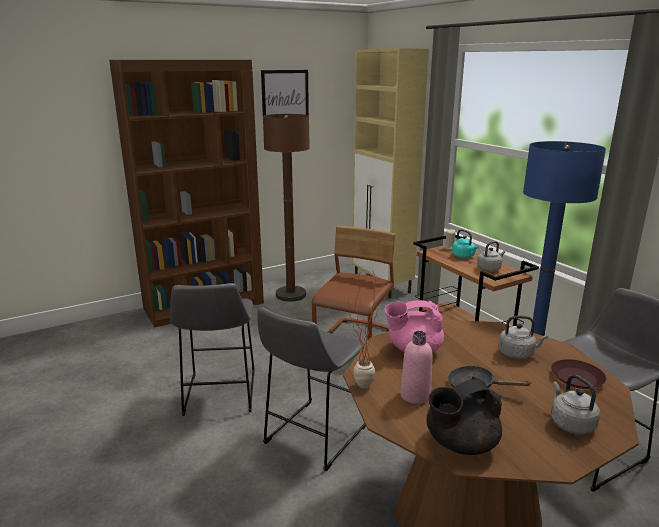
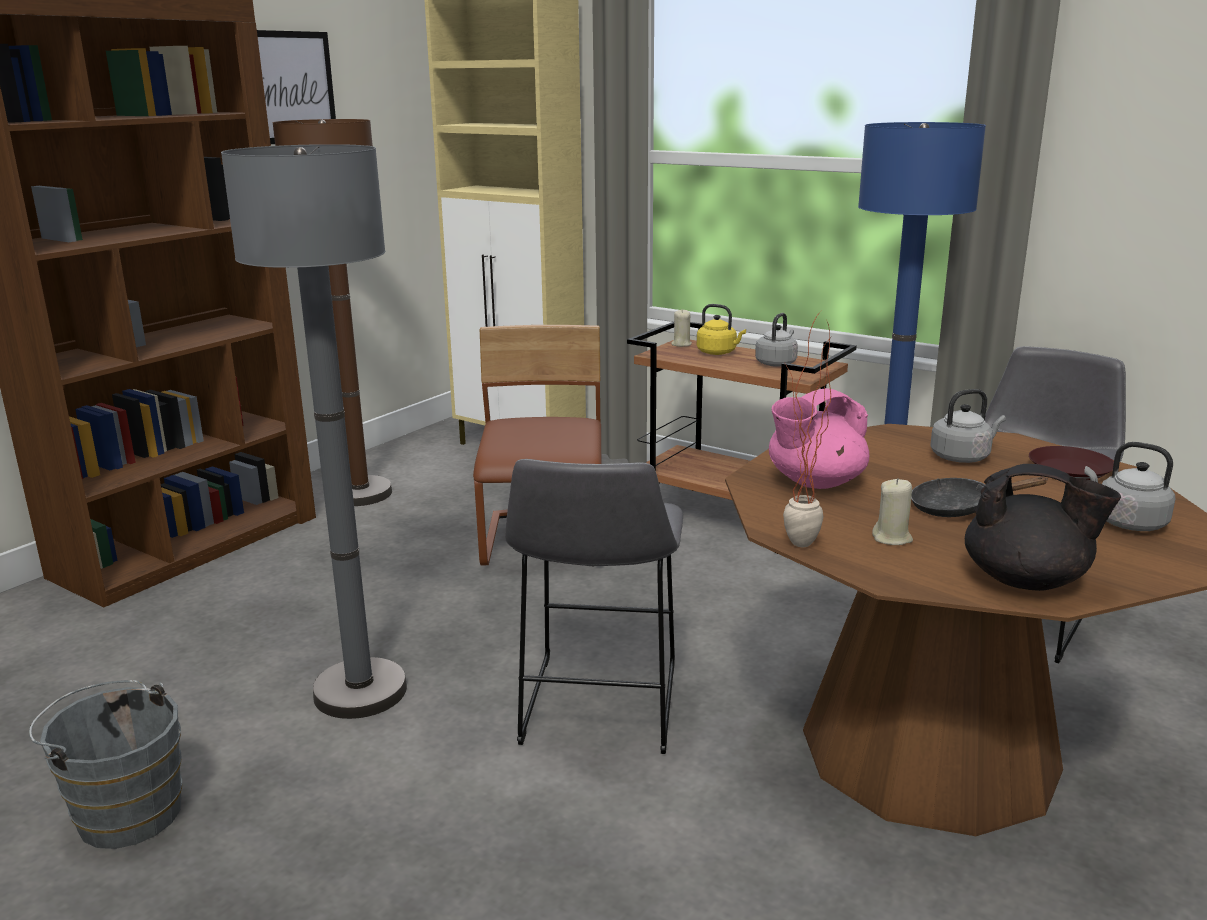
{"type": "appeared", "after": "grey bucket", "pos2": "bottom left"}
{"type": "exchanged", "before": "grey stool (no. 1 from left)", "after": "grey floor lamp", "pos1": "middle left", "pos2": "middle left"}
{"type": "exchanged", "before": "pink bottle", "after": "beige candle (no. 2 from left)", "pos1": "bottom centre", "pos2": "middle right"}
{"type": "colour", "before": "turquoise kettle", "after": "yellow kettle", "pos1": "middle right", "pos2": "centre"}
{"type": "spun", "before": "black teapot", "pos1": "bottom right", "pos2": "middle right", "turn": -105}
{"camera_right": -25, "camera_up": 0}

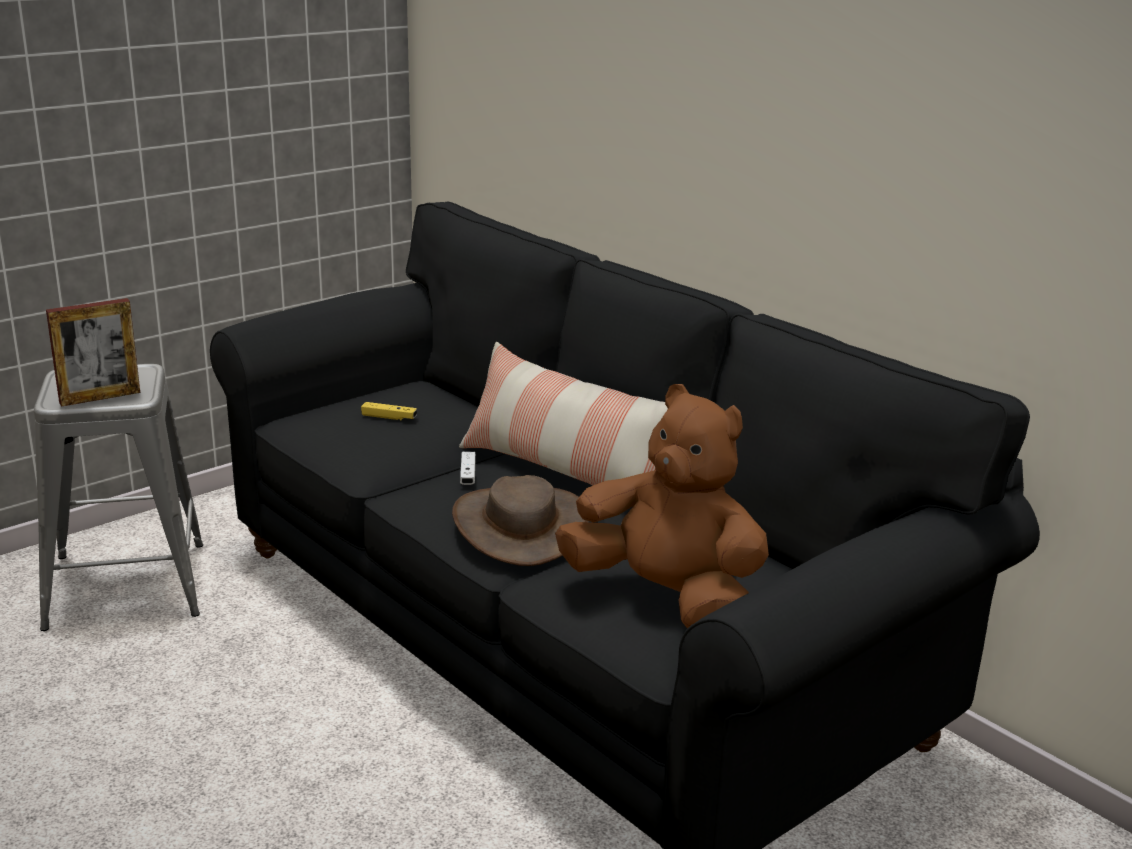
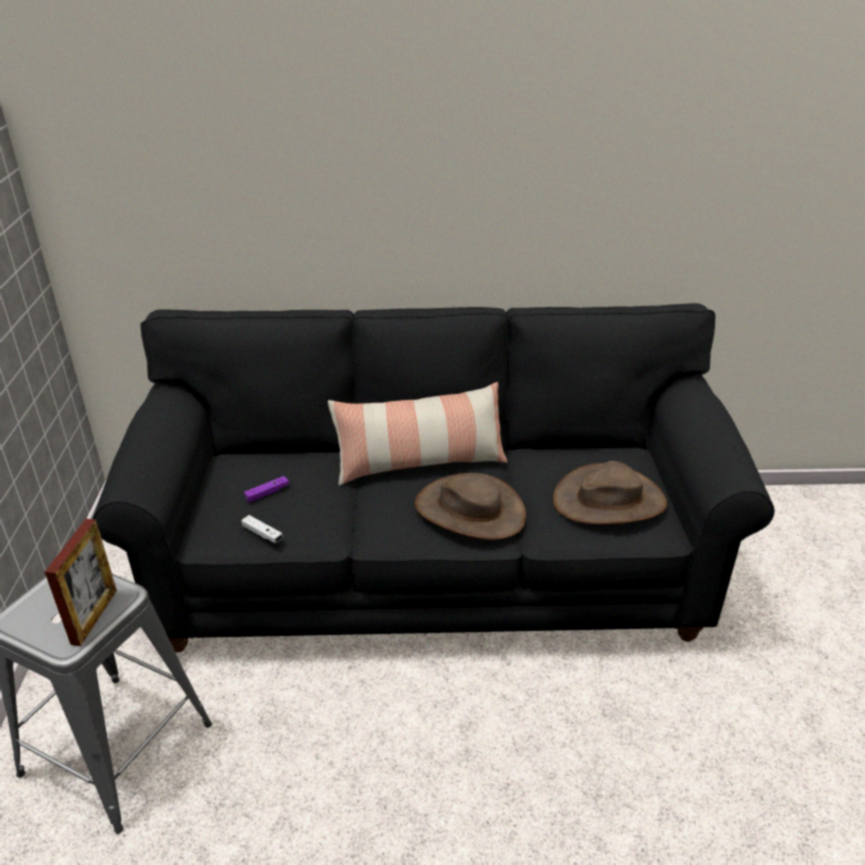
{"type": "relocated", "before": "white game controller", "pos1": "centre", "pos2": "middle left"}
{"type": "exchanged", "before": "brown plush toy", "after": "brown hat (no. 2 from left)", "pos1": "centre", "pos2": "middle right"}
{"type": "colour", "before": "yellow game controller", "after": "purple game controller", "pos1": "centre", "pos2": "middle left"}
{"camera_right": -50, "camera_up": 10}

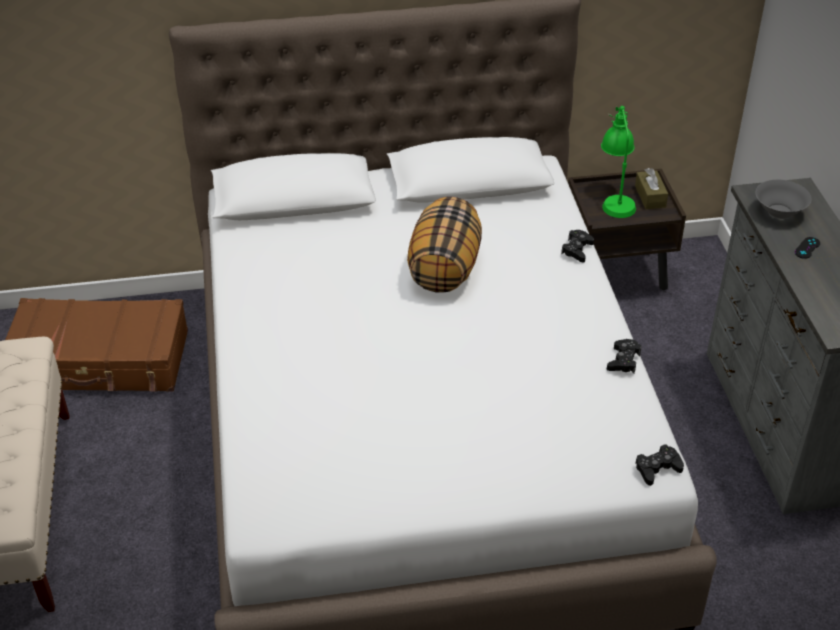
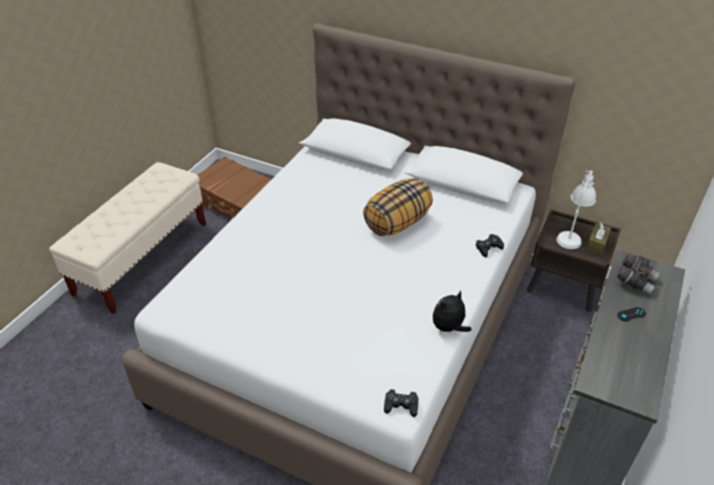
{"type": "exchanged", "before": "black game controller (no. 2 from left)", "after": "plush toy", "pos1": "middle right", "pos2": "centre"}
{"type": "exchanged", "before": "grey bowl", "after": "grey binoculars", "pos1": "top right", "pos2": "middle right"}
{"type": "colour", "before": "green table lamp", "after": "white table lamp", "pos1": "top right", "pos2": "middle right"}
{"camera_right": 35, "camera_up": 0}

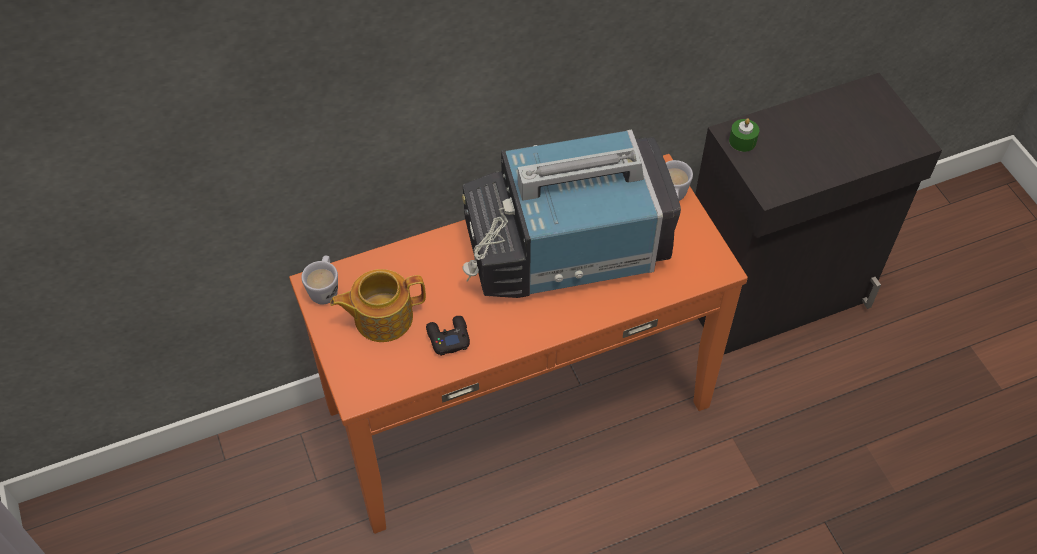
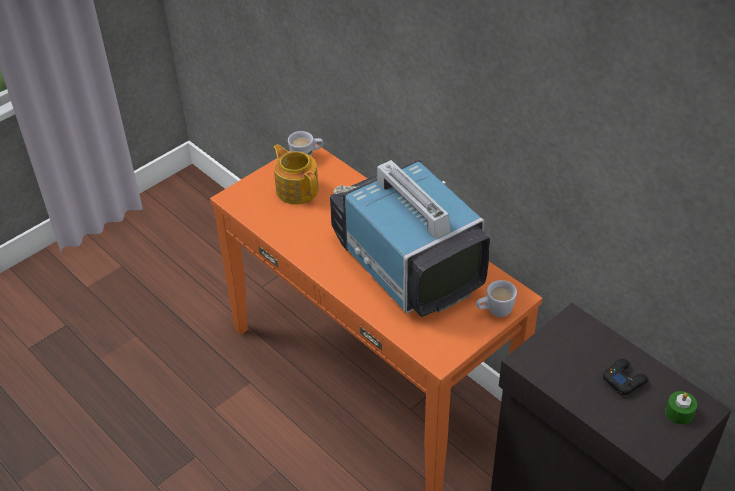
{"type": "relocated", "before": "black game controller", "pos1": "centre", "pos2": "bottom right"}
{"type": "relocated", "before": "green candle", "pos1": "top right", "pos2": "bottom right"}
{"camera_right": 70, "camera_up": -10}

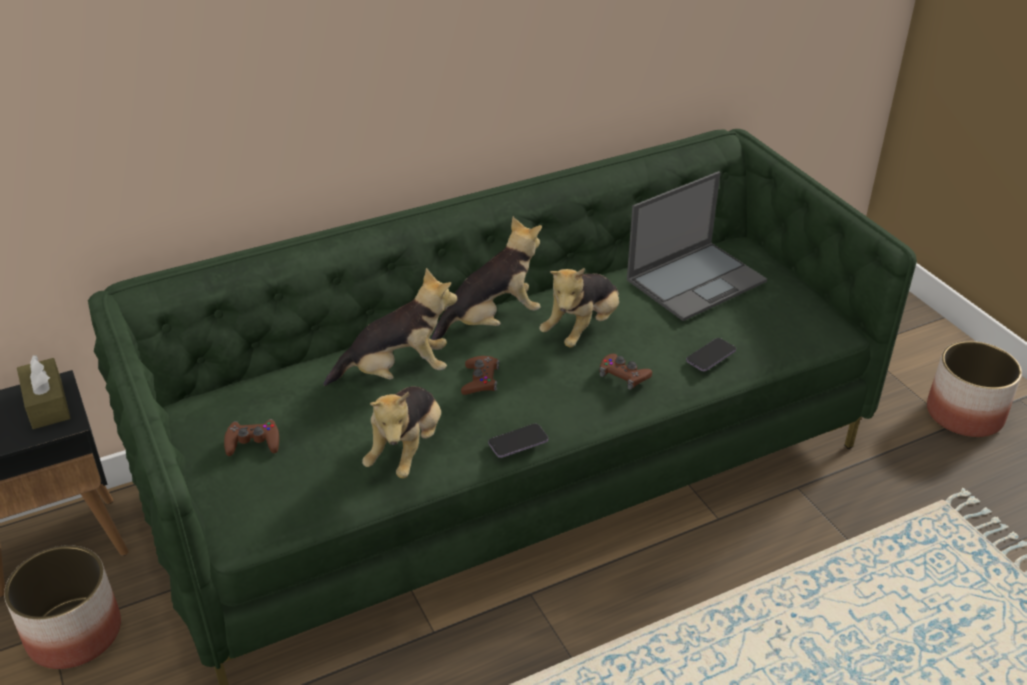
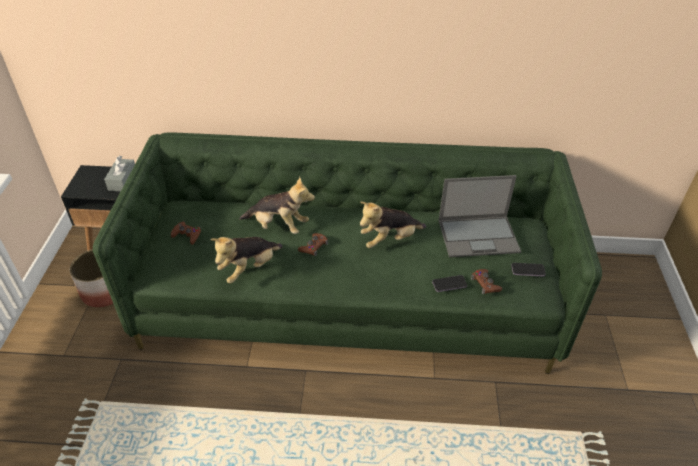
{"type": "missing", "before": "plush toy (no. 3 from left)", "pos1": "centre"}
{"type": "missing", "before": "planter (no. 2 from left)", "pos1": "middle right"}
{"type": "relocated", "before": "phone (no. 1 from left in the first image)", "after": "phone (no. 2 from left)", "pos1": "centre", "pos2": "middle right"}
{"type": "relocated", "before": "brown game controller (no. 3 from left)", "pos1": "centre", "pos2": "middle right"}
{"type": "colour", "before": "brown tissue box", "after": "grey tissue box", "pos1": "middle left", "pos2": "middle left"}
{"camera_right": 30, "camera_up": 5}

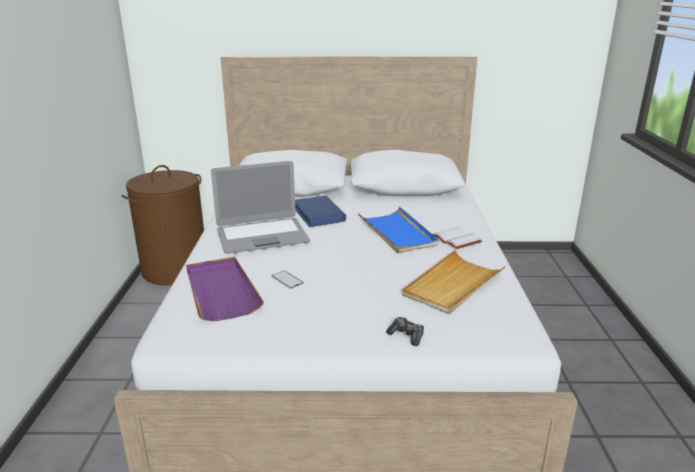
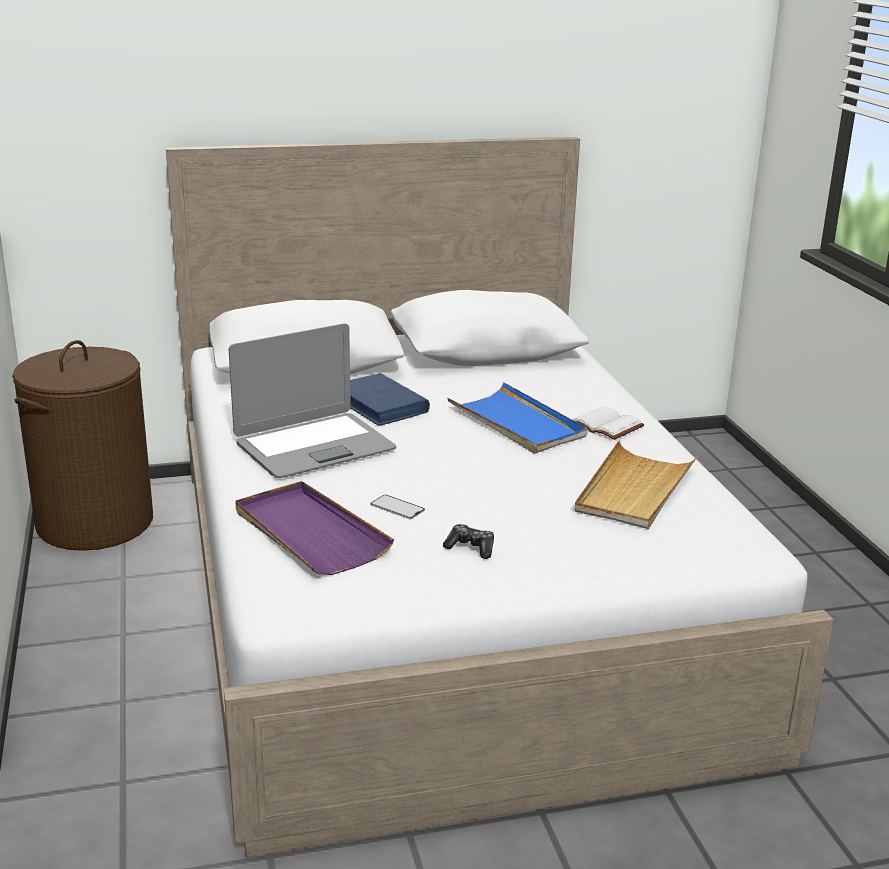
{"type": "relocated", "before": "game controller", "pos1": "bottom centre", "pos2": "centre"}
{"camera_right": -15, "camera_up": 0}

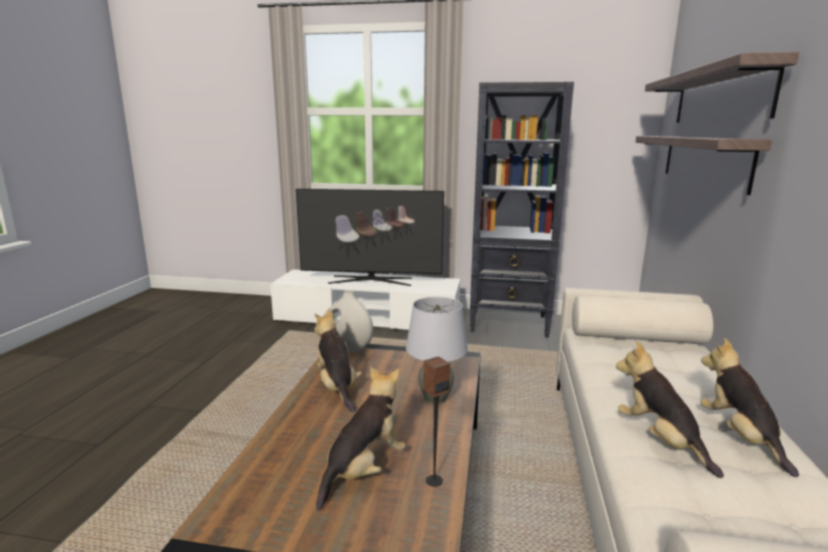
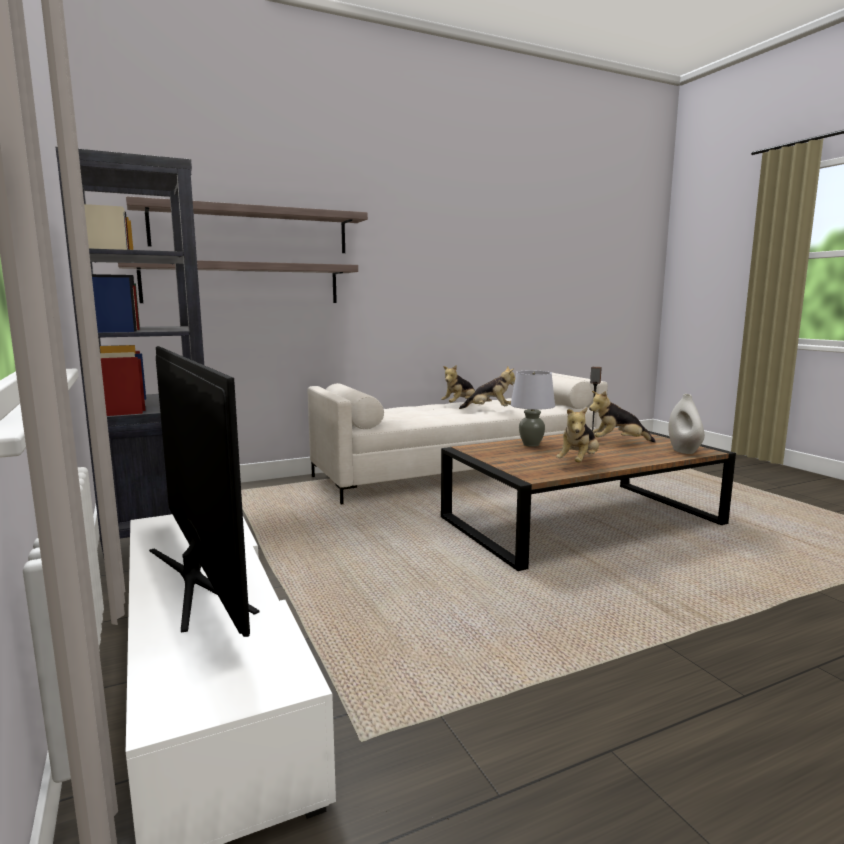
{"type": "relocated", "before": "white vase", "pos1": "centre", "pos2": "middle right"}
{"type": "spun", "before": "plush toy (no. 3 from left in the first image)", "pos1": "bottom right", "pos2": "centre", "turn": -105}
{"camera_right": -125, "camera_up": -5}

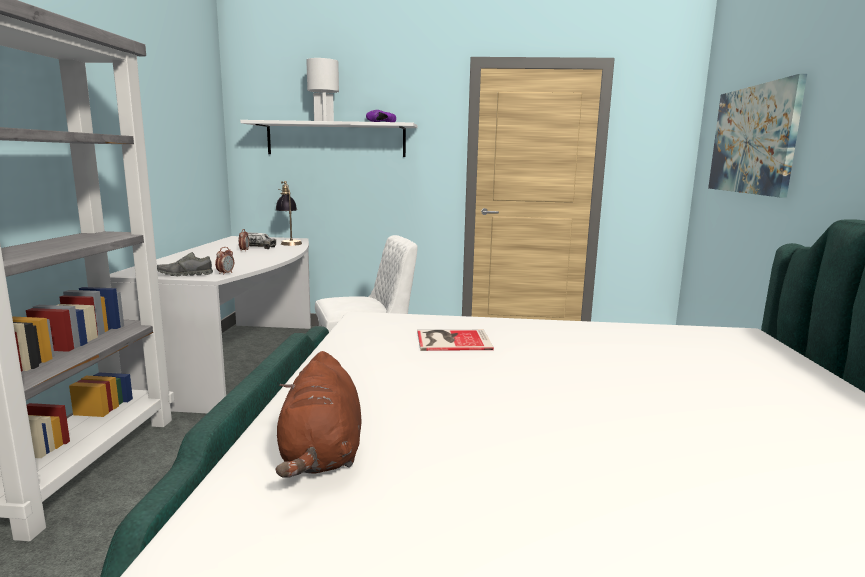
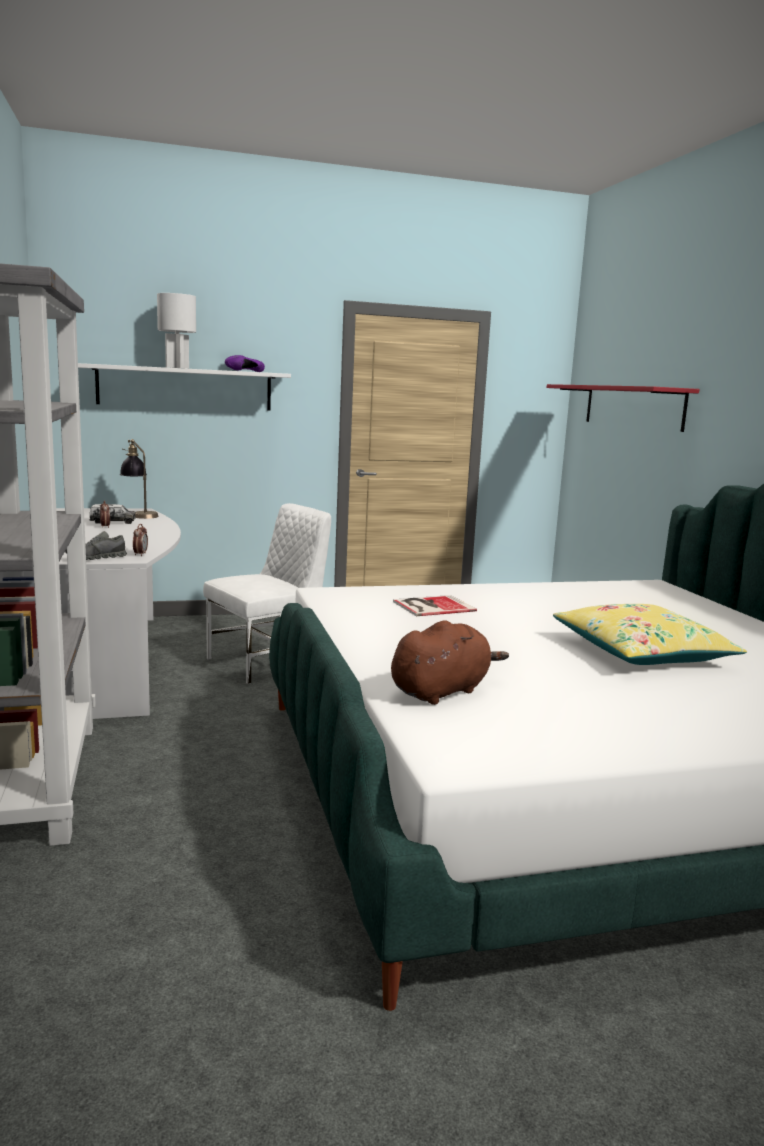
{"type": "appeared", "after": "yellow pillow", "pos2": "middle right"}
{"type": "exchanged", "before": "picture", "after": "red shelf", "pos1": "top right", "pos2": "middle right"}
{"type": "spun", "before": "brown plush toy", "pos1": "bottom centre", "pos2": "centre", "turn": -105}
{"camera_right": -20, "camera_up": 0}

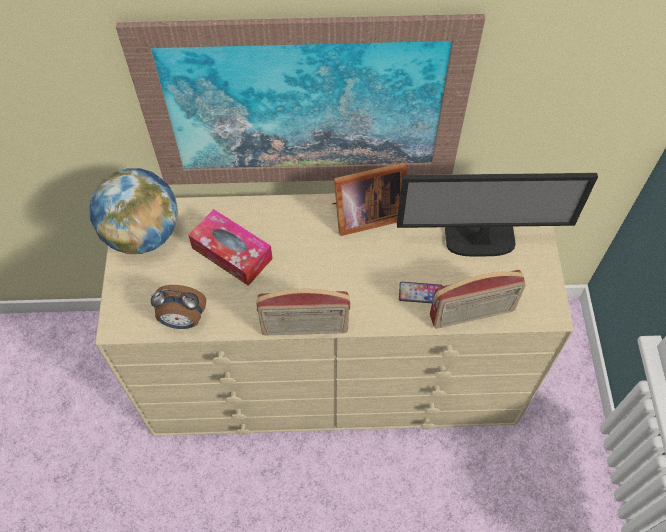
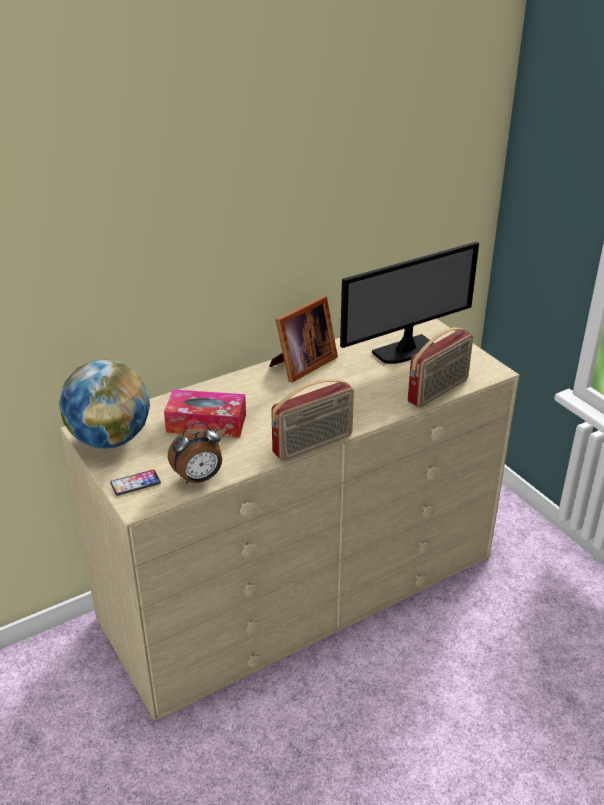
{"type": "missing", "before": "picture", "pos1": "top centre"}
{"type": "relocated", "before": "phone", "pos1": "centre", "pos2": "middle left"}
{"camera_right": -30, "camera_up": -25}

